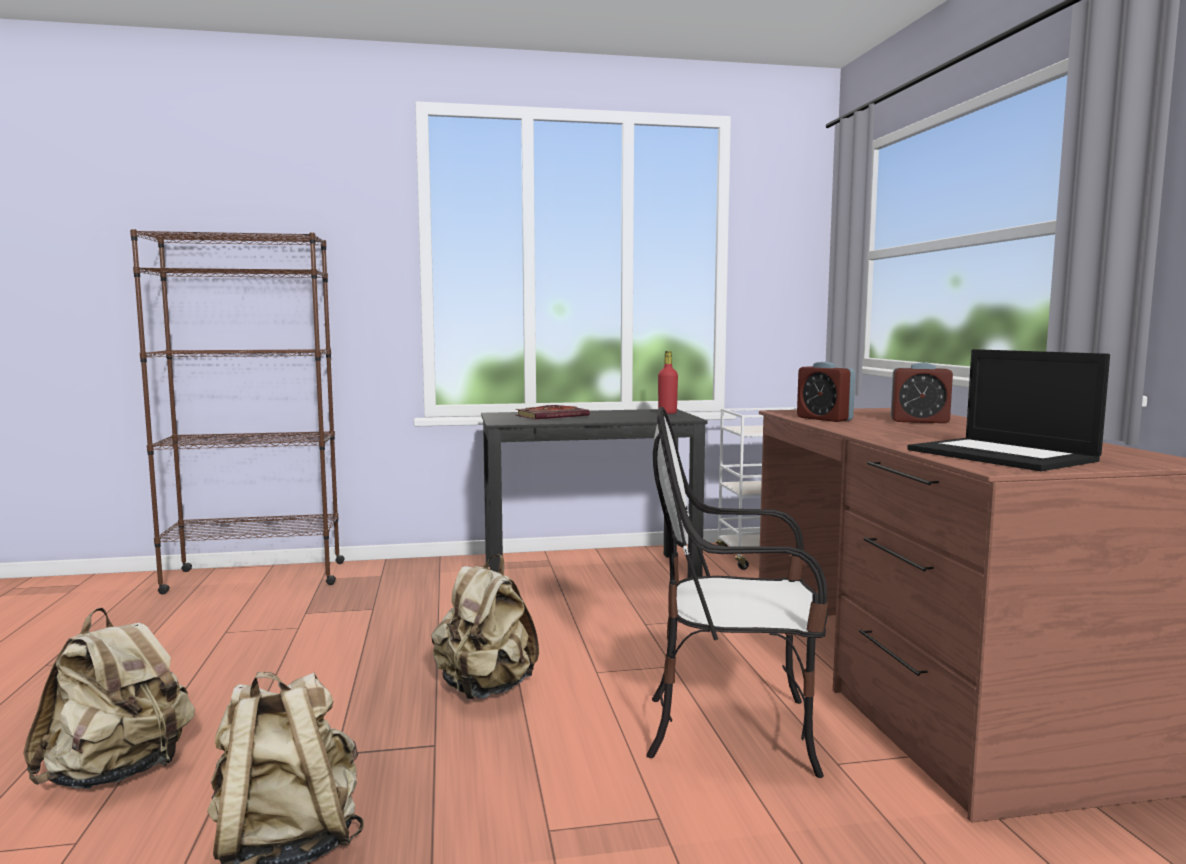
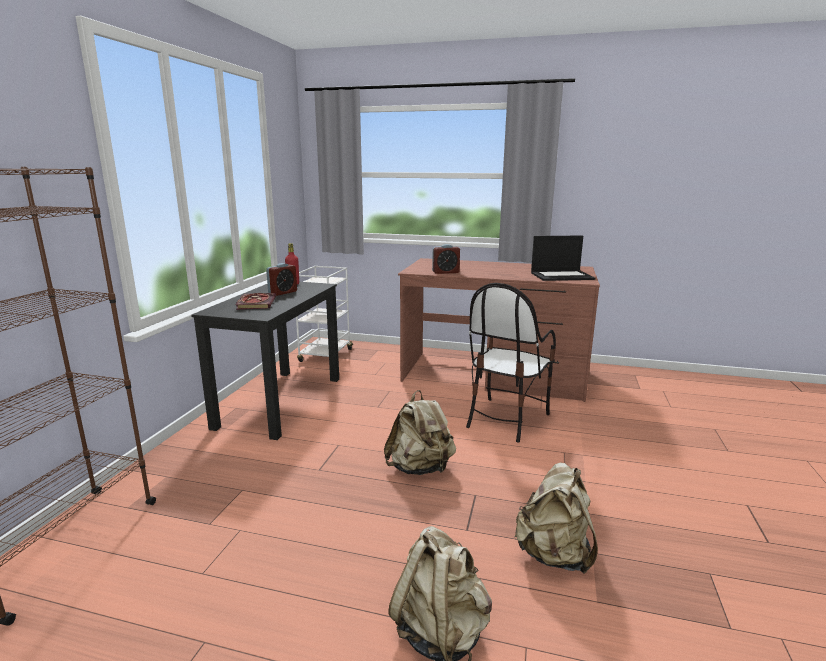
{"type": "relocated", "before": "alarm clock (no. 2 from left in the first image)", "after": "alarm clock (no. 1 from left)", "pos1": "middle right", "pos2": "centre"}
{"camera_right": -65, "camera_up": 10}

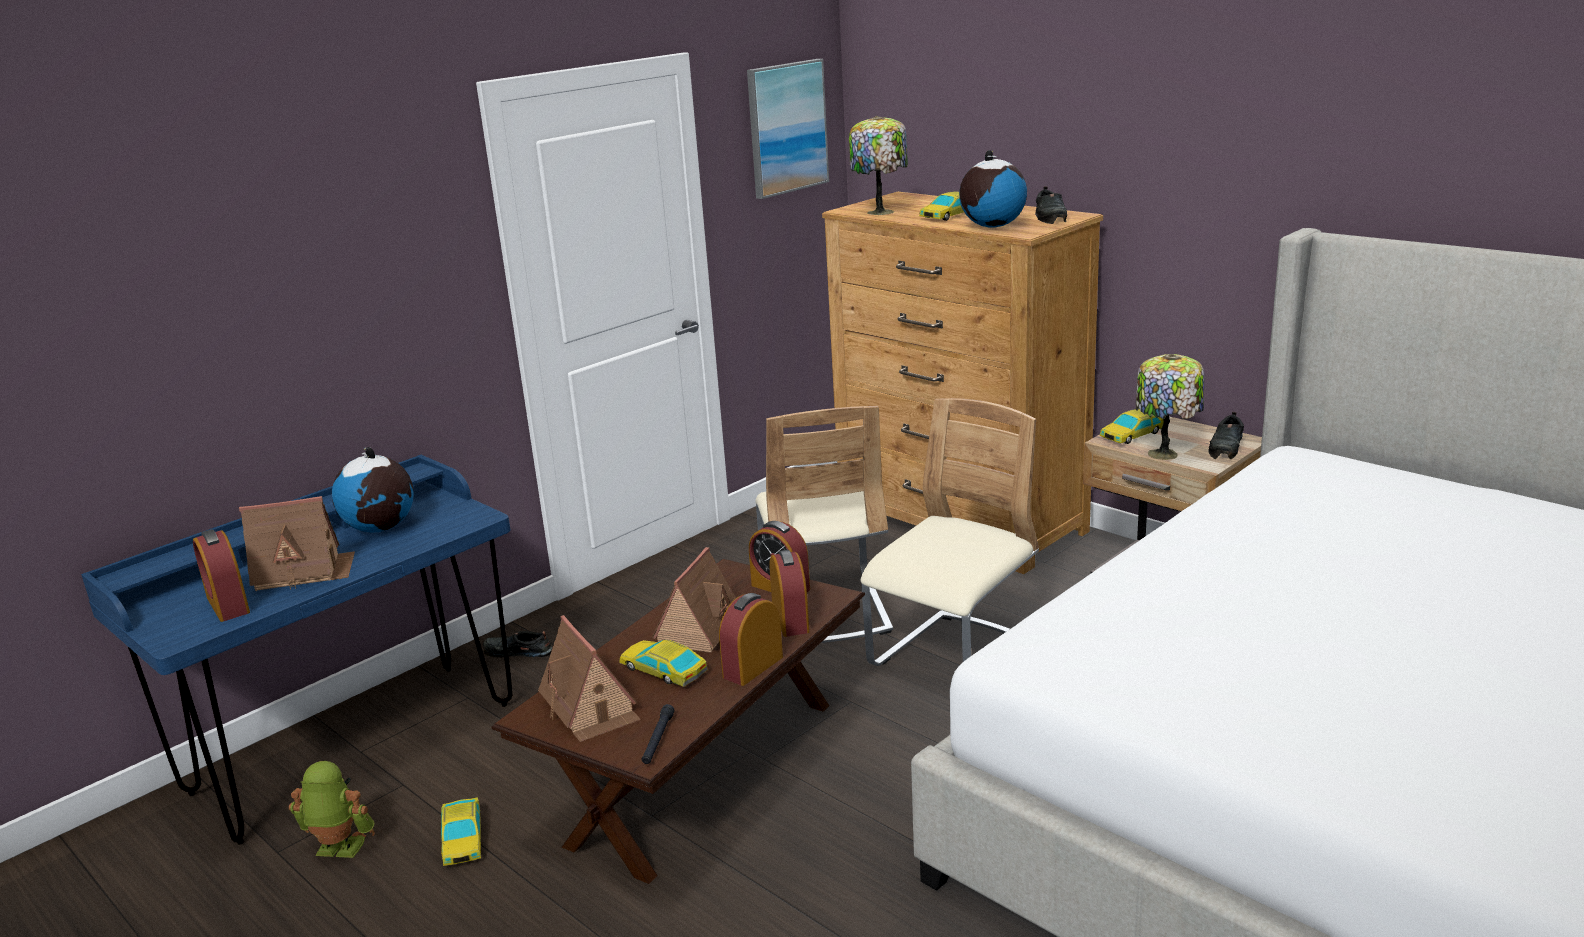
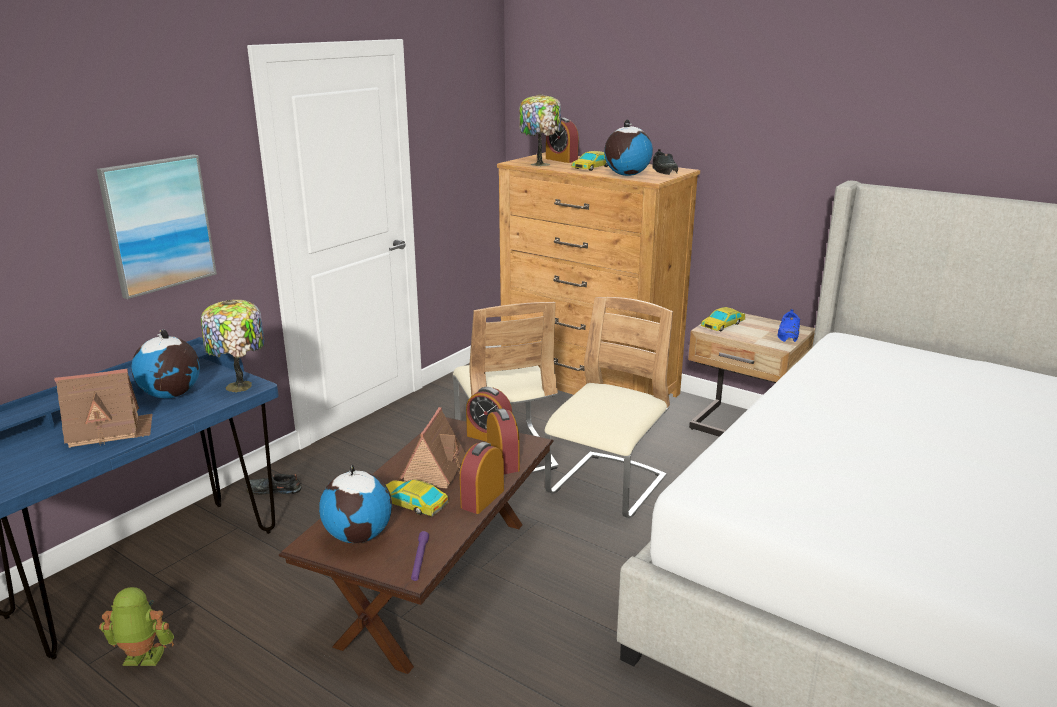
{"type": "missing", "before": "toy car (no. 1 from left)", "pos1": "bottom left"}
{"type": "relocated", "before": "alarm clock (no. 1 from left in the first image)", "after": "alarm clock (no. 4 from left)", "pos1": "middle left", "pos2": "top centre"}
{"type": "relocated", "before": "picture", "pos1": "top centre", "pos2": "top left"}
{"type": "relocated", "before": "table lamp (no. 2 from left in the first image)", "after": "table lamp (no. 1 from left)", "pos1": "middle right", "pos2": "middle left"}
{"type": "exchanged", "before": "toy house (no. 2 from left)", "after": "globe (no. 2 from left)", "pos1": "bottom centre", "pos2": "bottom centre"}
{"type": "colour", "before": "black flashlight", "after": "purple flashlight", "pos1": "bottom centre", "pos2": "bottom centre"}
{"type": "colour", "before": "black shoe (no. 3 from left)", "after": "blue shoe", "pos1": "middle right", "pos2": "middle right"}
{"camera_right": -10, "camera_up": 0}

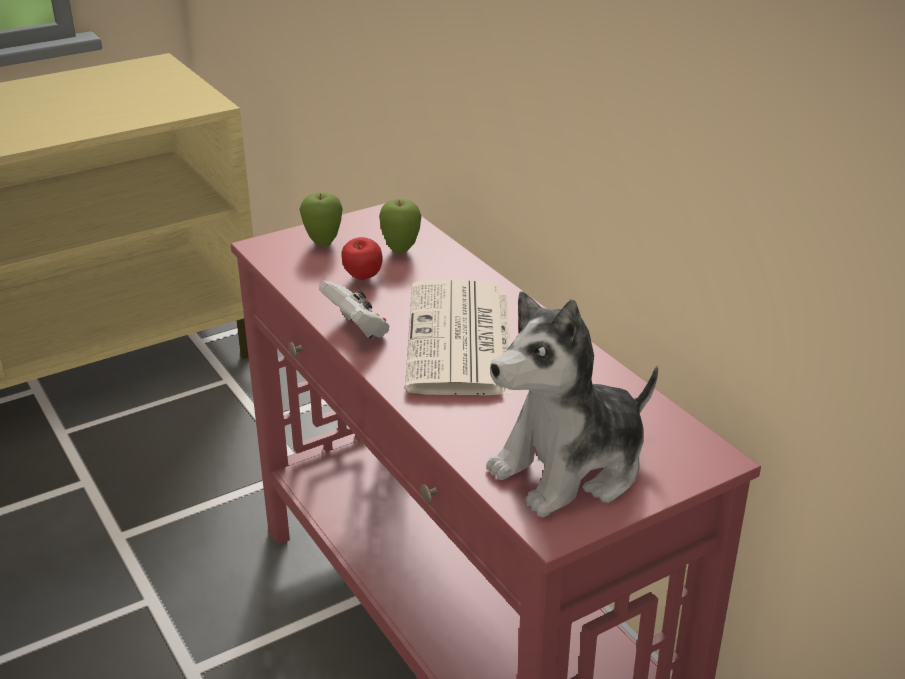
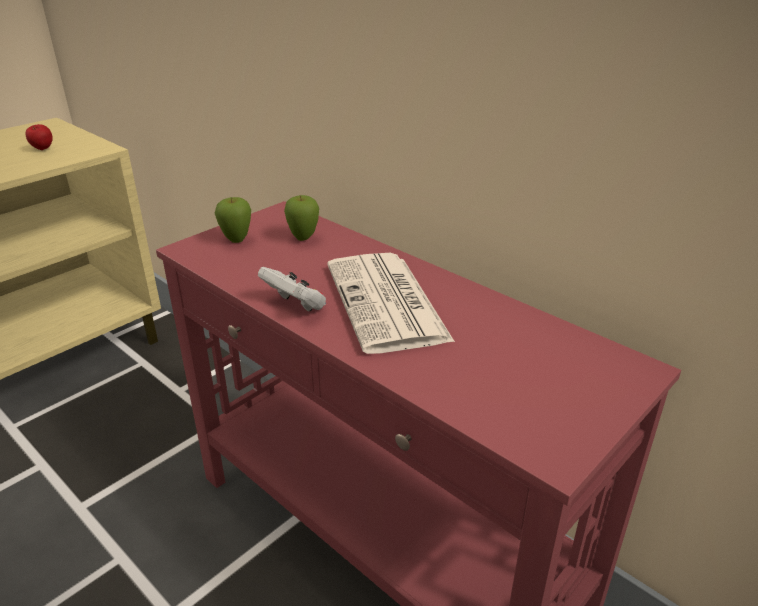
{"type": "missing", "before": "plush toy", "pos1": "centre"}
{"type": "relocated", "before": "apple (no. 2 from left in the first image)", "after": "apple (no. 1 from left)", "pos1": "centre", "pos2": "top left"}
{"camera_right": -15, "camera_up": 0}

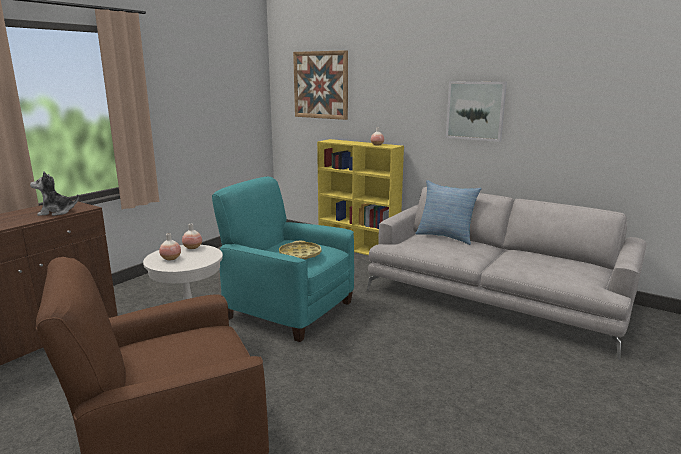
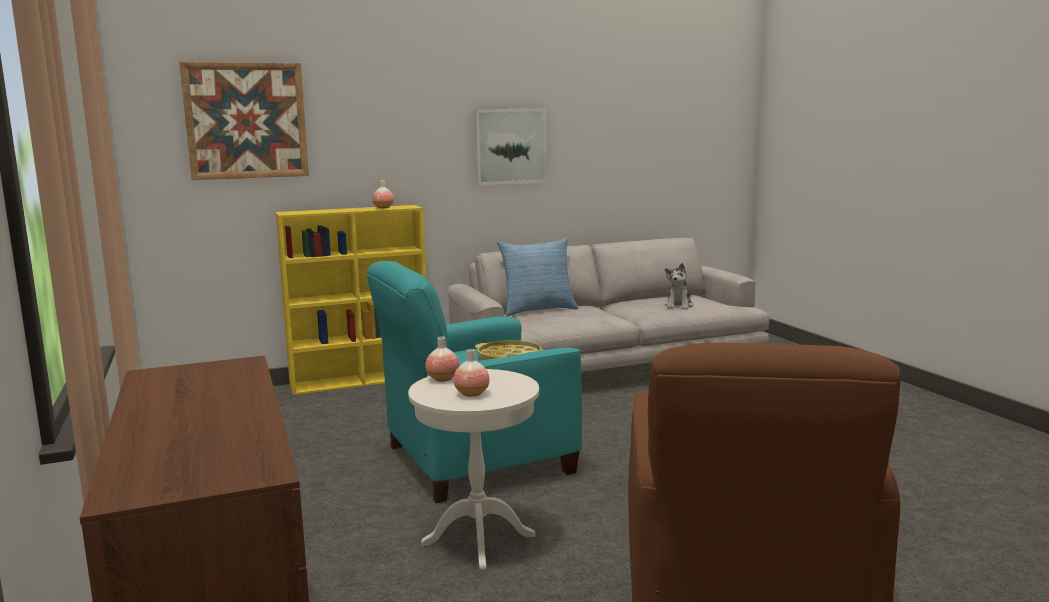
{"type": "relocated", "before": "plush toy", "pos1": "middle left", "pos2": "centre"}
{"camera_right": -55, "camera_up": -5}

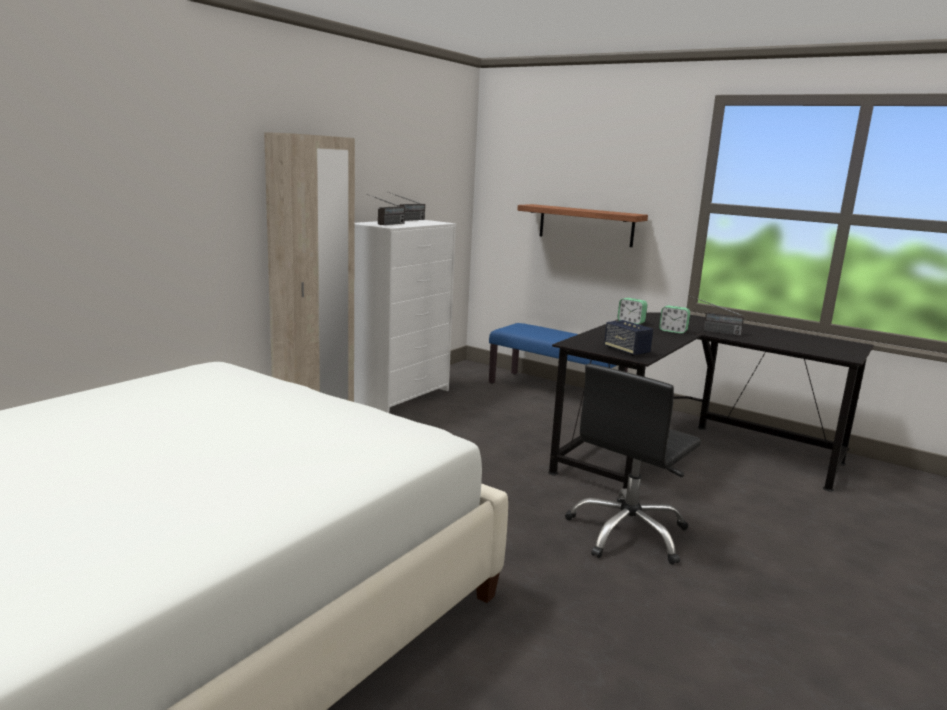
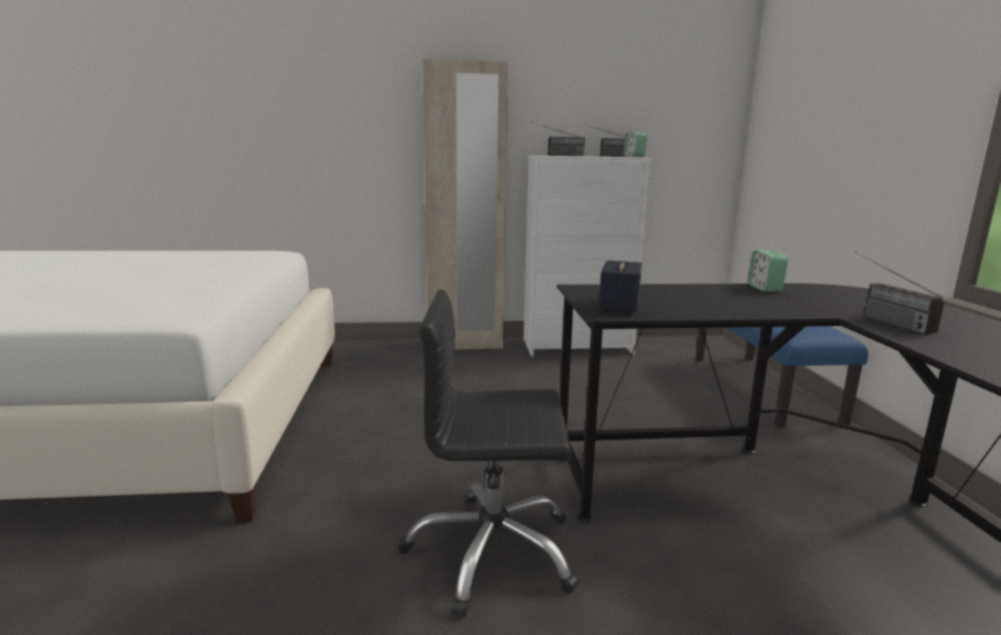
{"type": "missing", "before": "shelf", "pos1": "top centre"}
{"type": "relocated", "before": "alarm clock (no. 2 from left in the first image)", "after": "alarm clock (no. 1 from left)", "pos1": "middle right", "pos2": "top centre"}
{"camera_right": 50, "camera_up": 0}

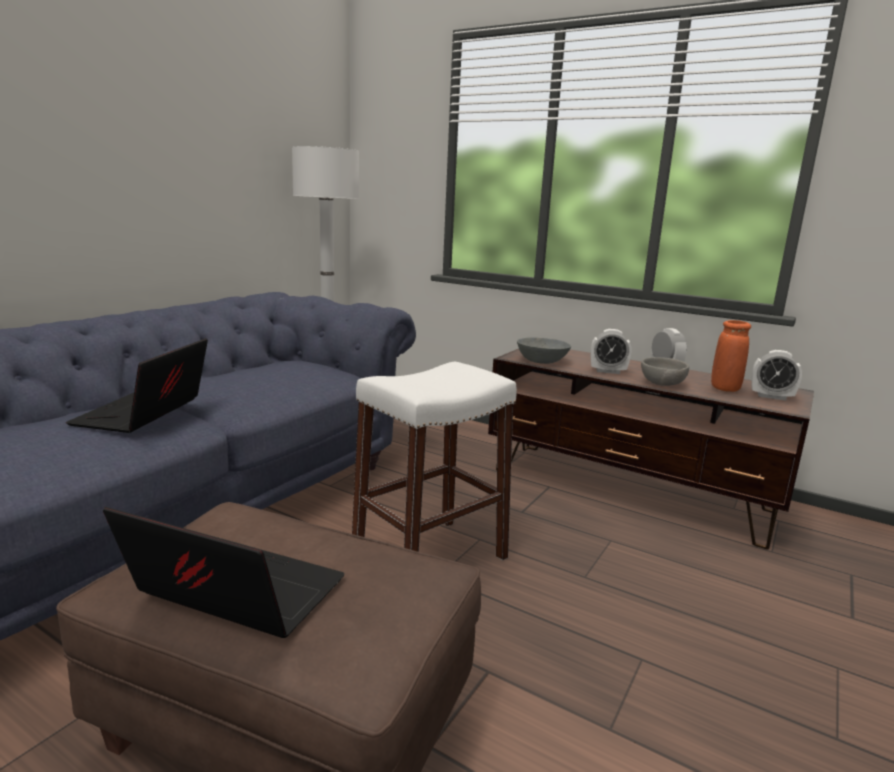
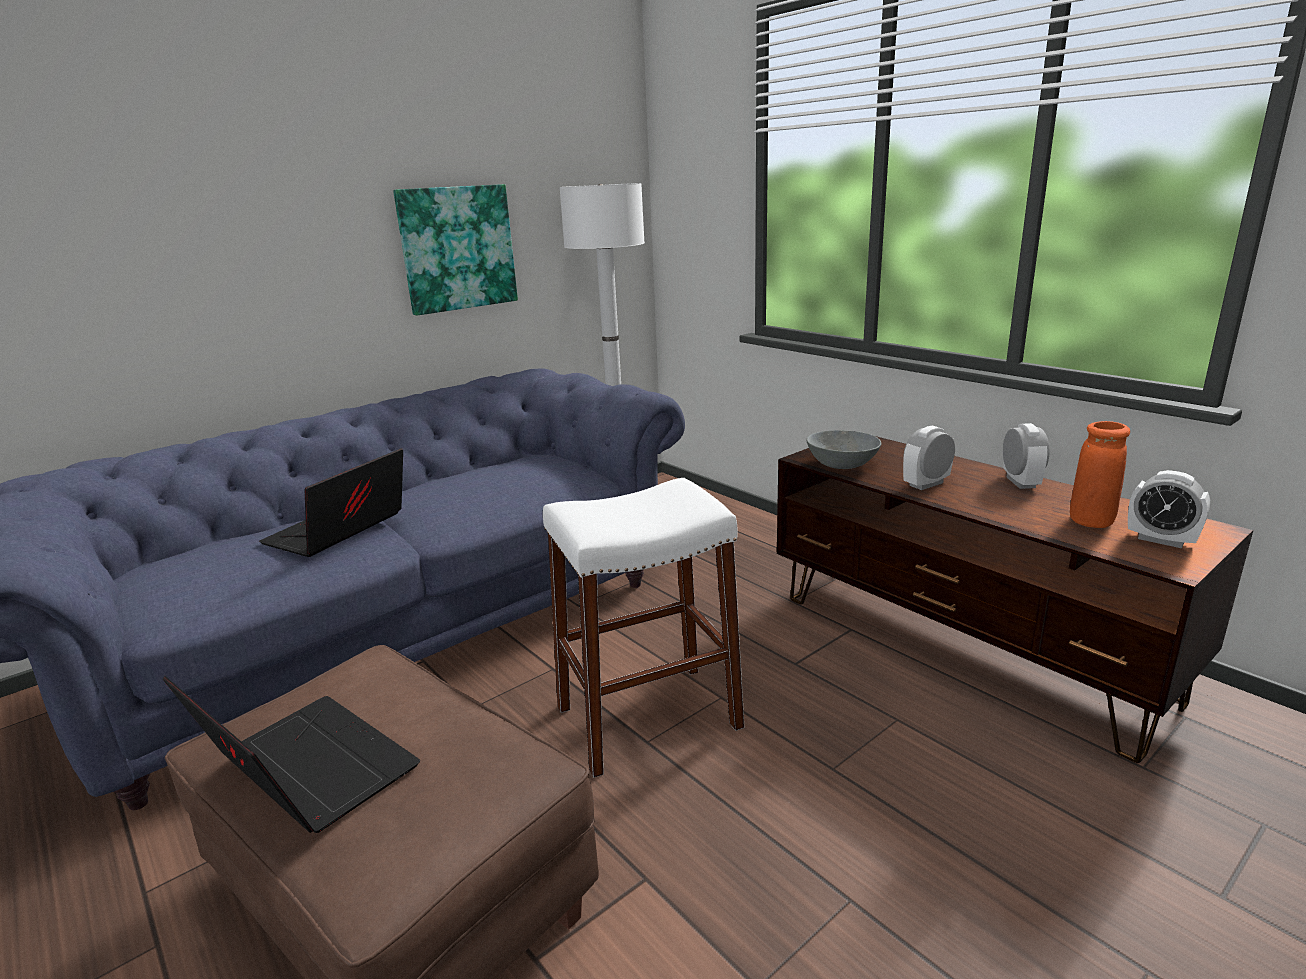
{"type": "missing", "before": "grey bowl (no. 2 from left)", "pos1": "middle right"}
{"type": "appeared", "after": "picture", "pos2": "top centre"}
{"type": "spun", "before": "alarm clock (no. 1 from left)", "pos1": "middle right", "pos2": "middle right", "turn": 120}
{"camera_right": 20, "camera_up": 5}

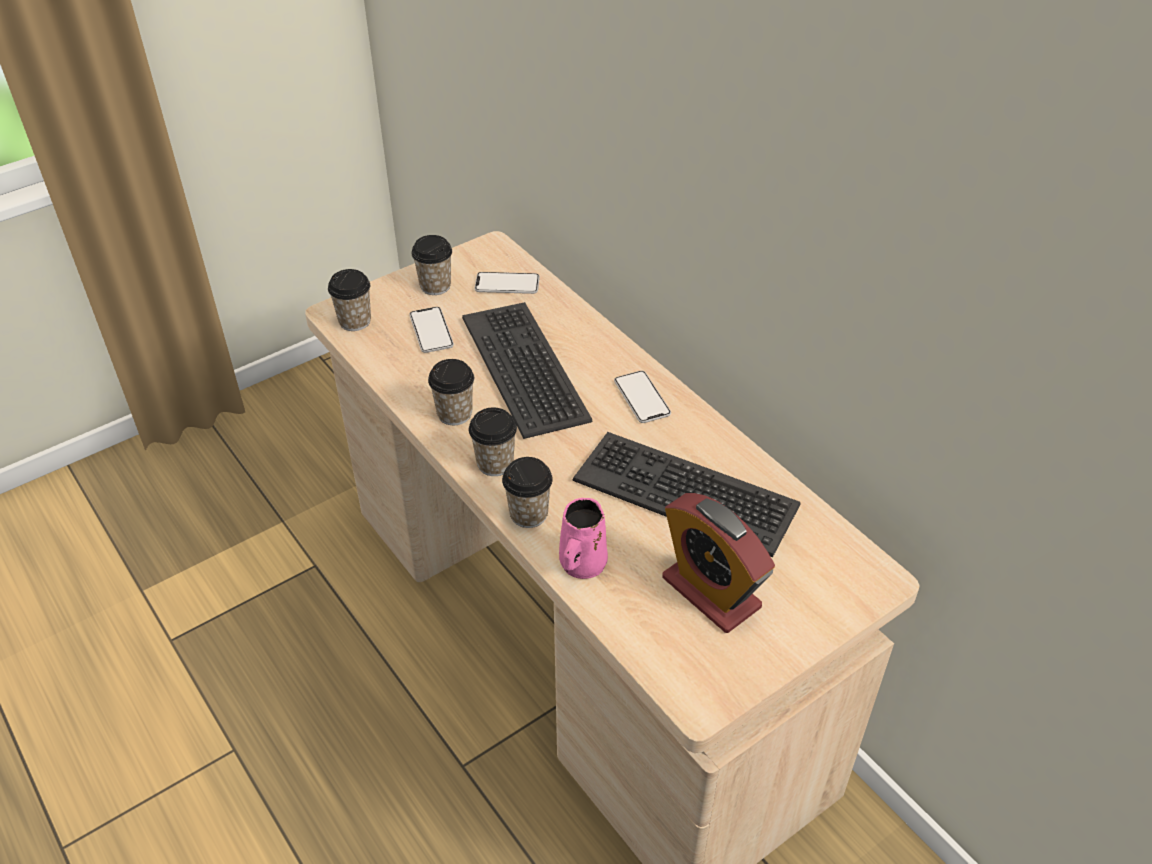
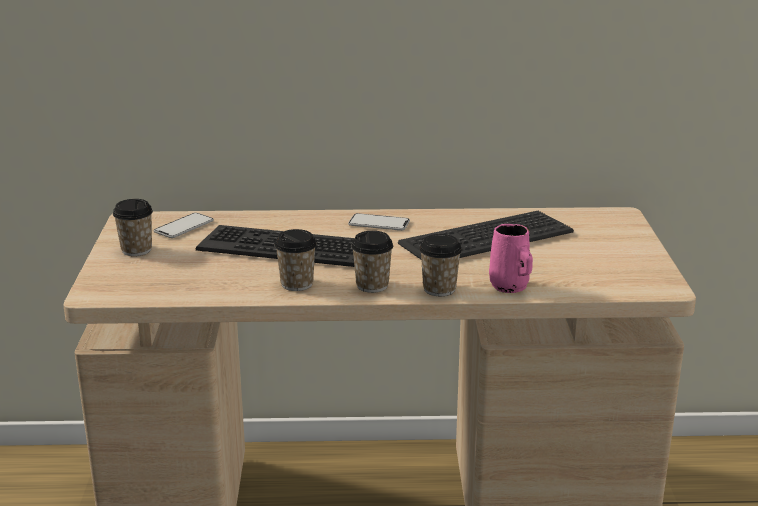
{"type": "missing", "before": "cup (no. 1 from left)", "pos1": "middle left"}
{"type": "missing", "before": "phone (no. 1 from left)", "pos1": "centre"}
{"type": "missing", "before": "alarm clock", "pos1": "centre"}
{"camera_right": -55, "camera_up": -20}

